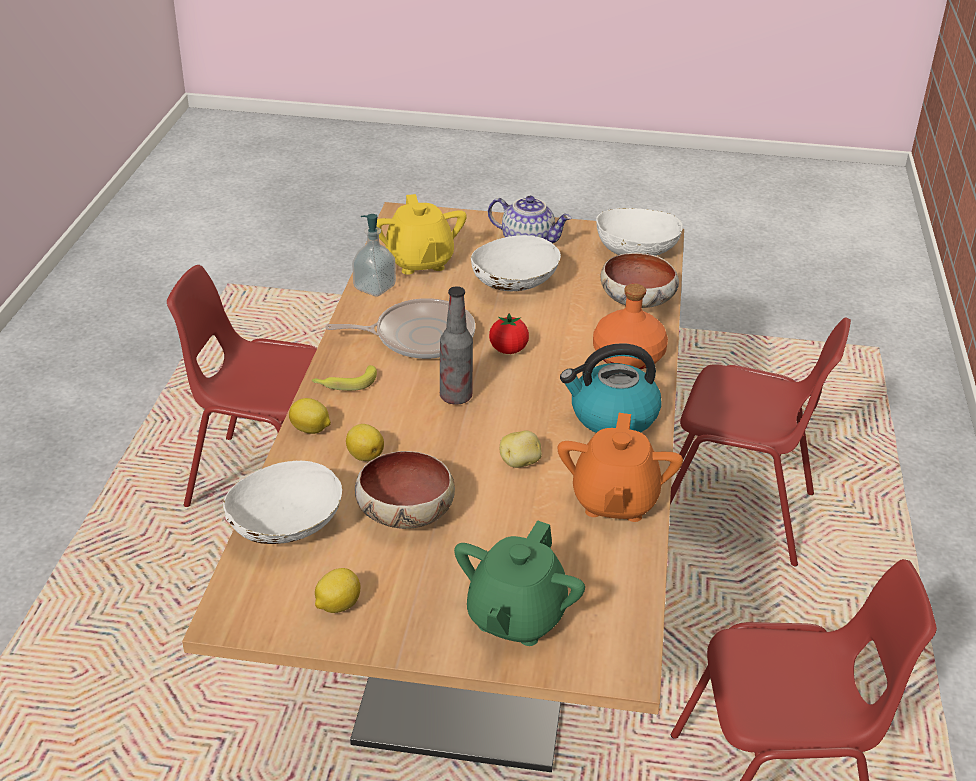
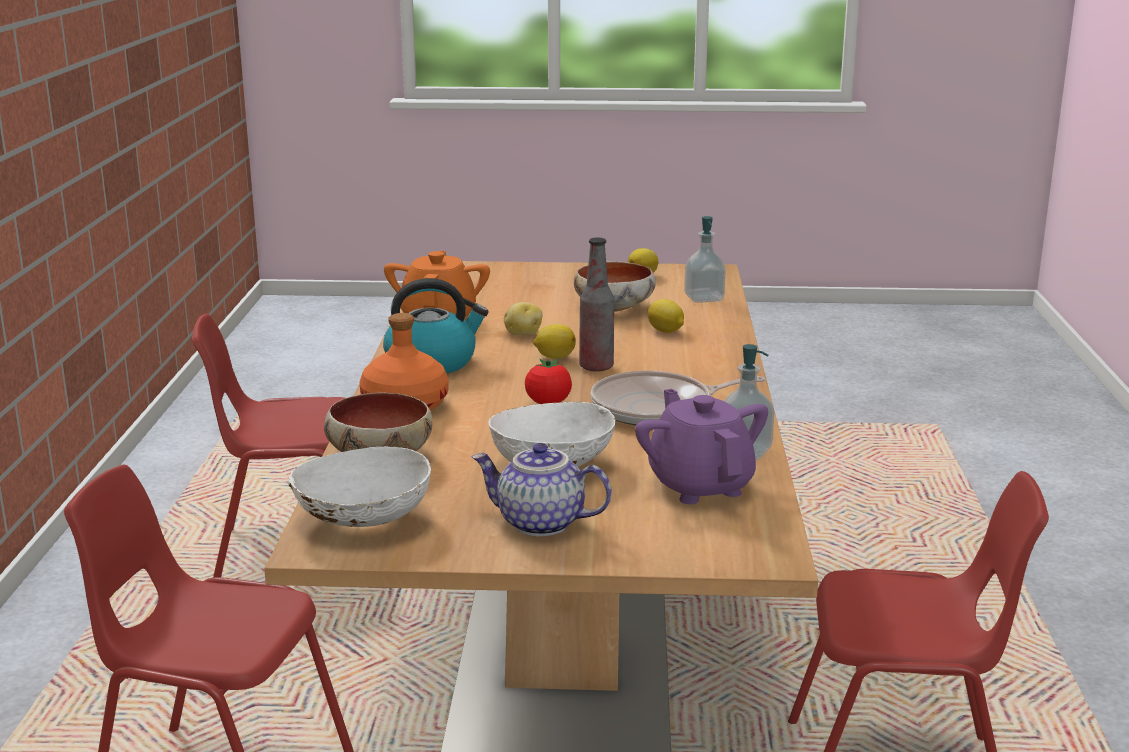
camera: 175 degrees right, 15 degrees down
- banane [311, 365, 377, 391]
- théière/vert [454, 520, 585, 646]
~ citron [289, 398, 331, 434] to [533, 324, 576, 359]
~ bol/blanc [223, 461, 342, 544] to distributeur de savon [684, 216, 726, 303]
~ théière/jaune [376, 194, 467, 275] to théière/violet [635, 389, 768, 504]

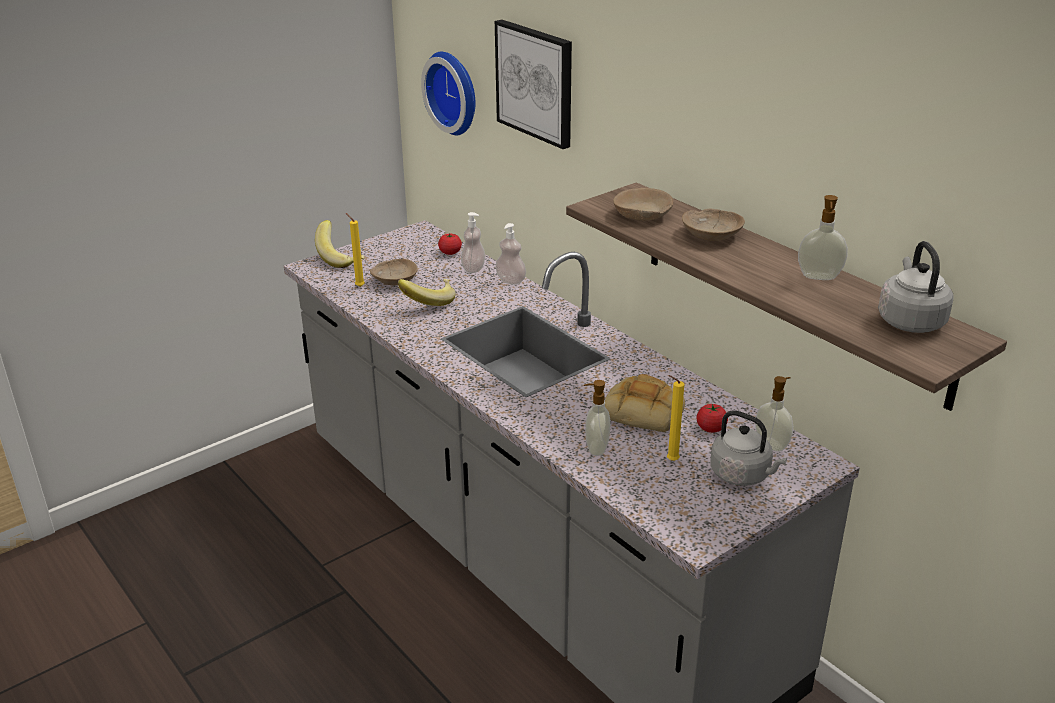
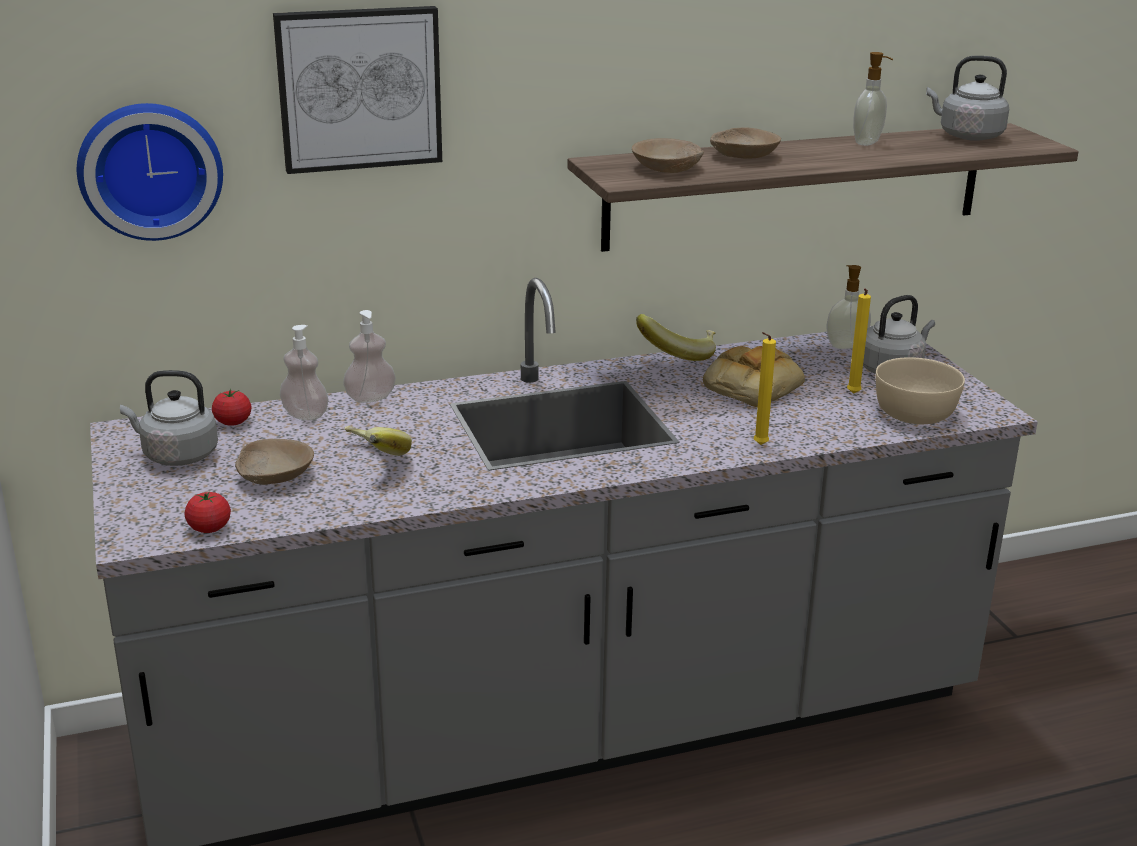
camera: 70 degrees left, 5 degrees down
- distributeur de savon [584, 380, 610, 456]
+ bouilloire/gris [120, 370, 218, 466]
+ bol/beige [876, 357, 965, 424]
~ banane [315, 220, 364, 268] to [636, 314, 716, 361]
~ bougie/jaune [346, 213, 365, 287] to [754, 332, 776, 445]
~ tomate [696, 404, 728, 433] to [185, 492, 231, 533]

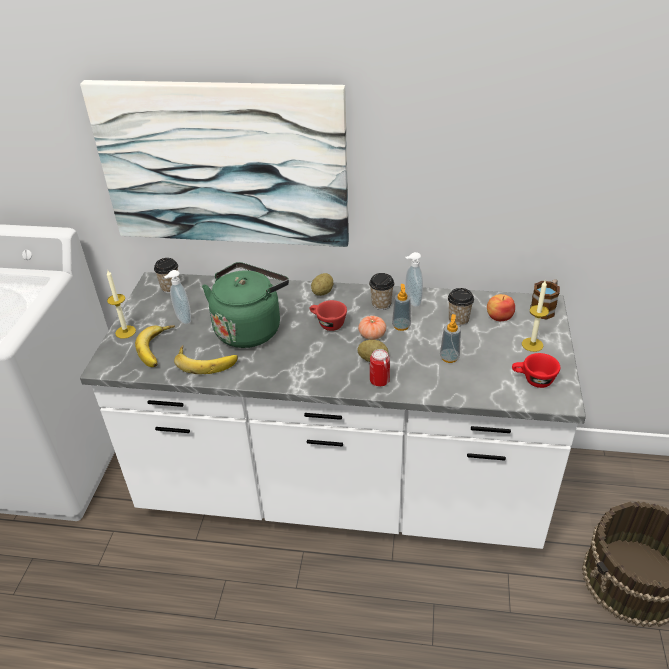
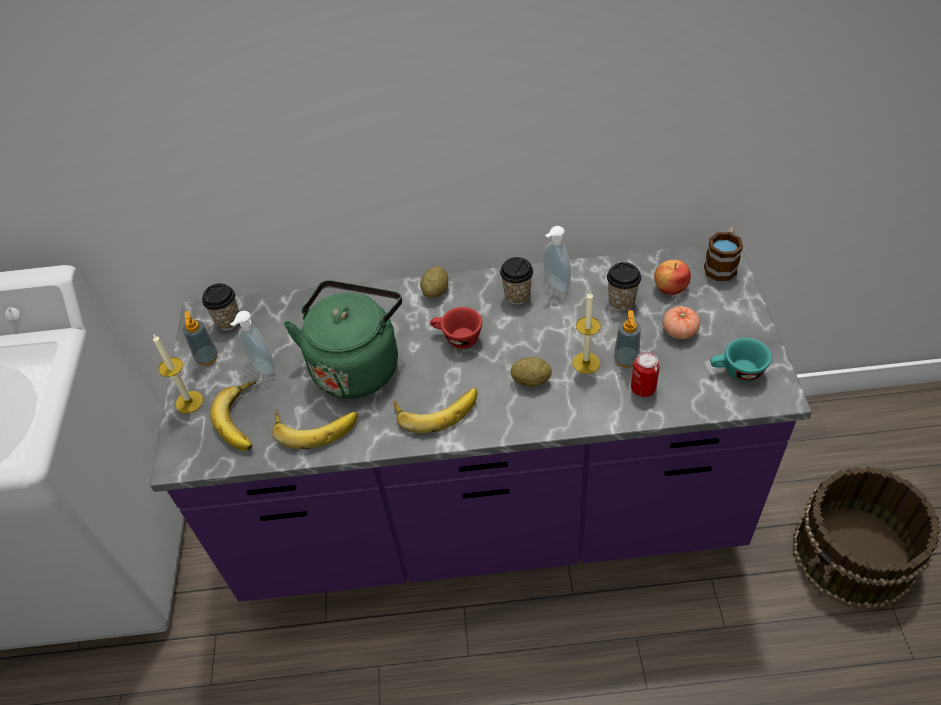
camera: 10 degrees left, 10 degrees up
- tableau [80, 80, 349, 247]
+ banane [393, 388, 478, 434]
~ tomate [358, 316, 386, 340] to [663, 306, 700, 339]
~ boîte métallique [370, 349, 390, 386] to [631, 352, 660, 397]
~ distributeur de savon [392, 284, 411, 331] to [183, 311, 218, 366]
~ bougie [522, 281, 549, 352] to [572, 292, 601, 374]
~ comptoir de cuisine/blanc [80, 272, 586, 549] to comptoir de cuisine/violet [150, 244, 812, 602]
~ tasse/rouge [512, 353, 560, 388] to tasse/turquoise [710, 338, 772, 382]

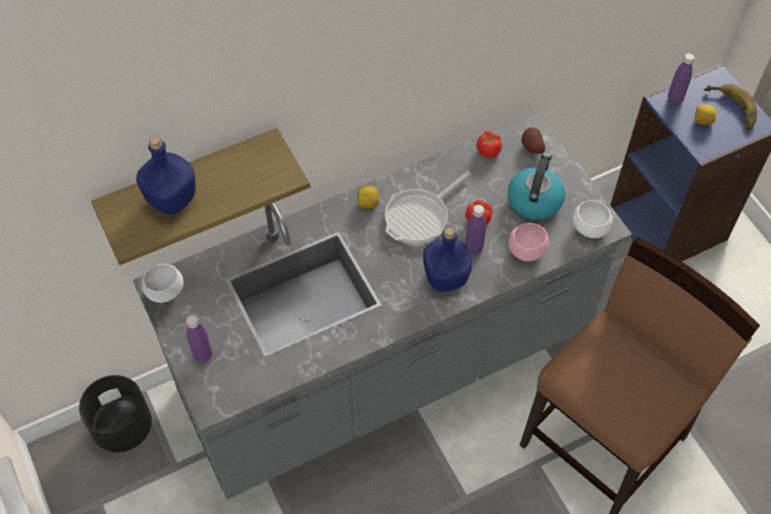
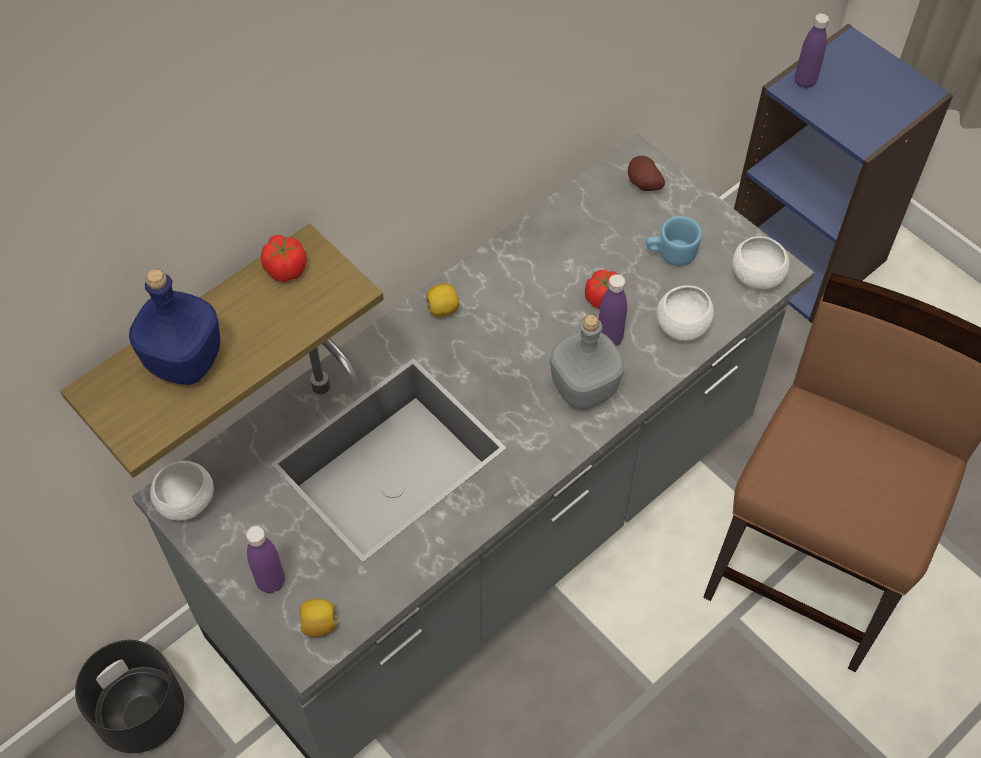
camera: 15 degrees left, 0 degrees up
- poêle [385, 171, 470, 244]
- banane [704, 84, 757, 131]
~ tomate [477, 131, 502, 158] to [261, 235, 307, 282]
~ citron [694, 104, 716, 125] to [299, 599, 338, 637]
~ bouilloire [508, 153, 565, 220] to mug/bleu [646, 216, 702, 266]
~ bouteille/bleu [423, 227, 472, 292] to bouteille/gris [550, 314, 624, 410]
~ bol/rose [508, 223, 549, 261] to bol/blanc [657, 285, 714, 341]

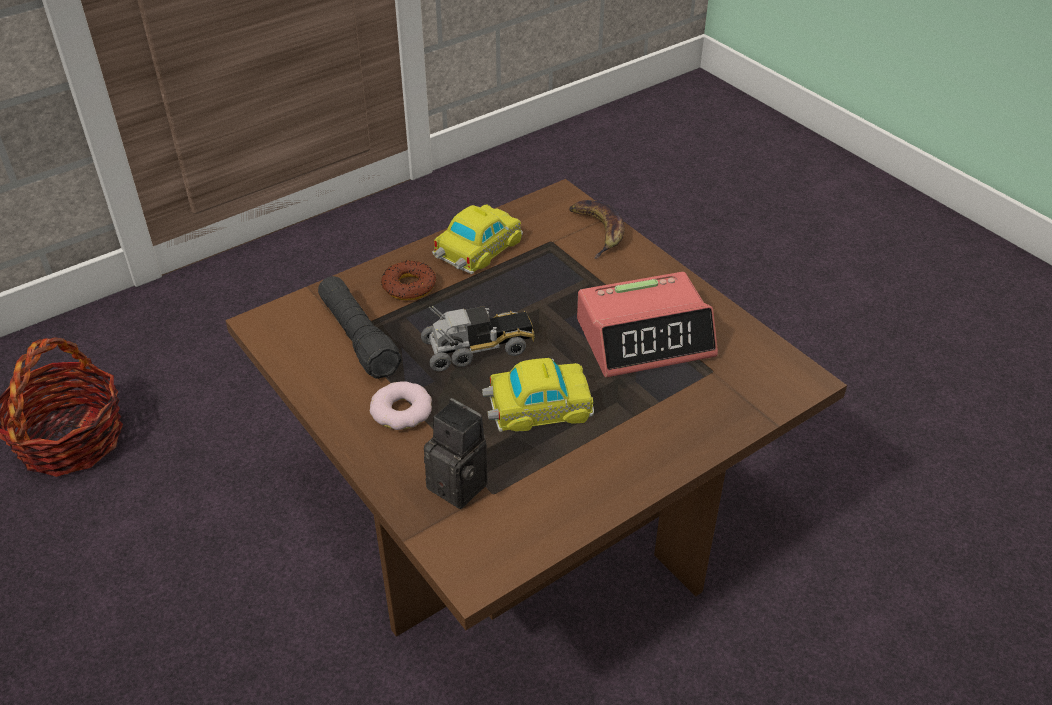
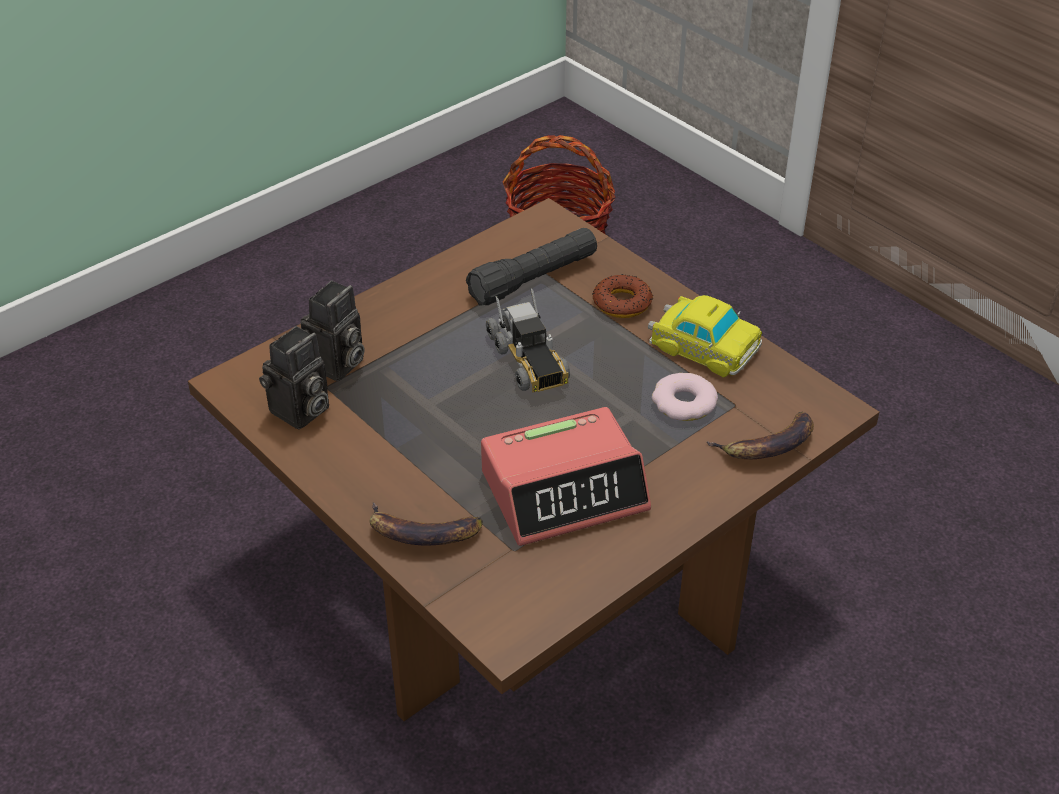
camera: 85 degrees right, 0 degrees up
- petite voiture [482, 358, 594, 432]
+ appareil photo [259, 326, 329, 429]
+ banane [369, 503, 483, 546]
~ beignet [370, 382, 432, 430] to [652, 373, 718, 421]
~ réveil [577, 272, 718, 378] = [481, 407, 651, 546] 90 degrees counterclockwise

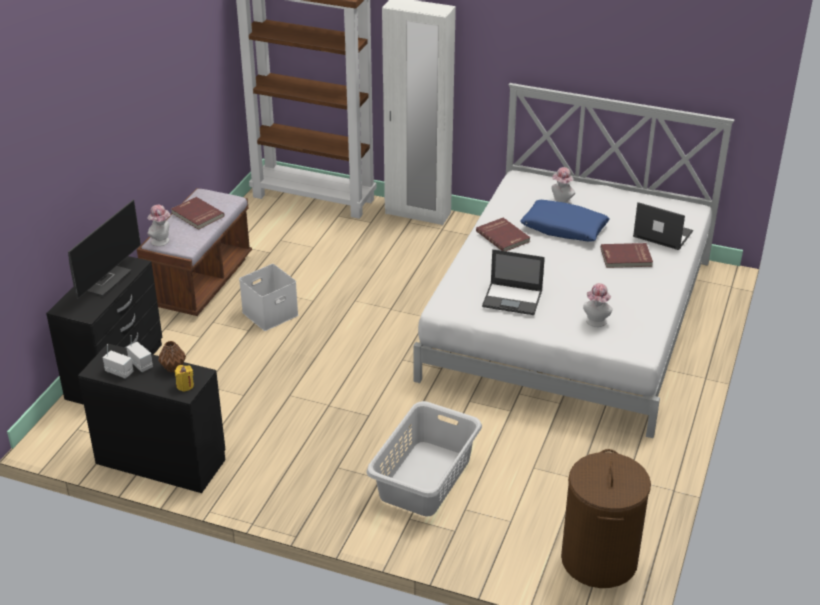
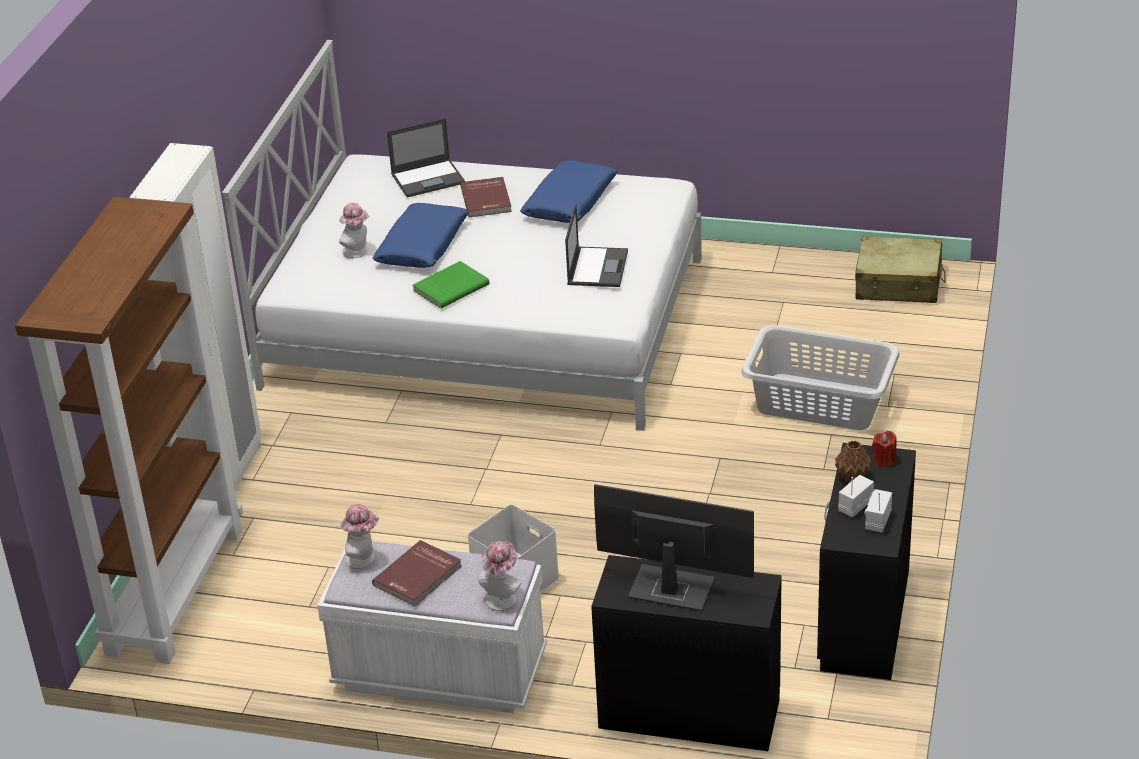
camera: 95 degrees left, 0 degrees up
+ coussin/bleu [520, 160, 618, 223]
~ chapeau [583, 283, 613, 327] to [341, 504, 379, 569]
~ panier à linge/marron [561, 449, 651, 588] to valise/beige [855, 236, 946, 303]
~ banc/marron [137, 188, 252, 316] to banc/blanc [317, 541, 547, 713]
~ bougie/jaune [175, 365, 194, 392] to bougie/rouge [872, 431, 897, 467]
~ livre/rouge [476, 218, 531, 251] to livre/vert [413, 261, 489, 309]
~ ordinateur portable [633, 202, 693, 250] = [387, 118, 465, 197] 135 degrees counterclockwise

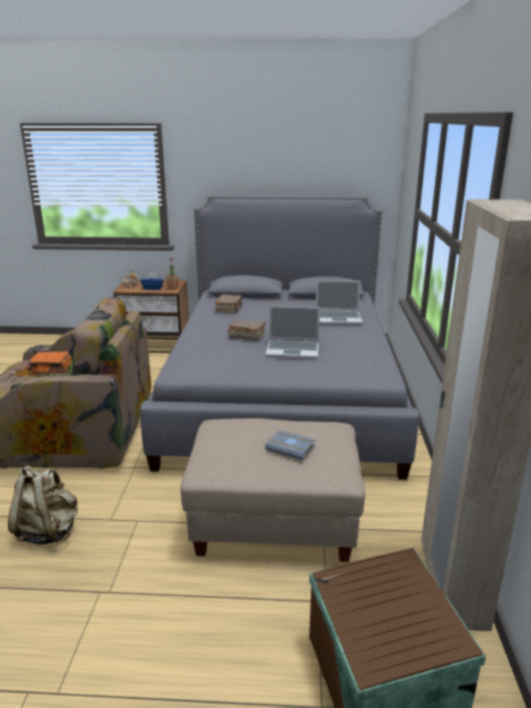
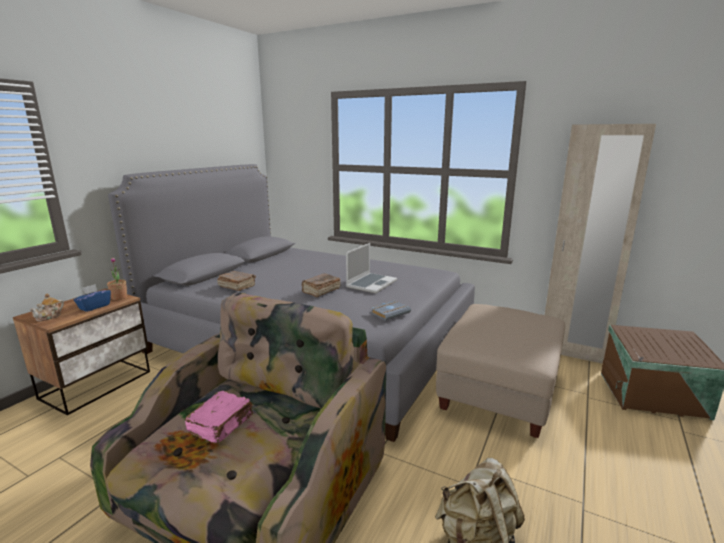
camera: 65 degrees left, 5 degrees down
- ordinateur portable [316, 281, 363, 325]
~ livre/gris [265, 430, 315, 460] to [370, 301, 411, 321]
~ livre/orange [28, 351, 71, 373] to livre/rose [185, 391, 253, 443]

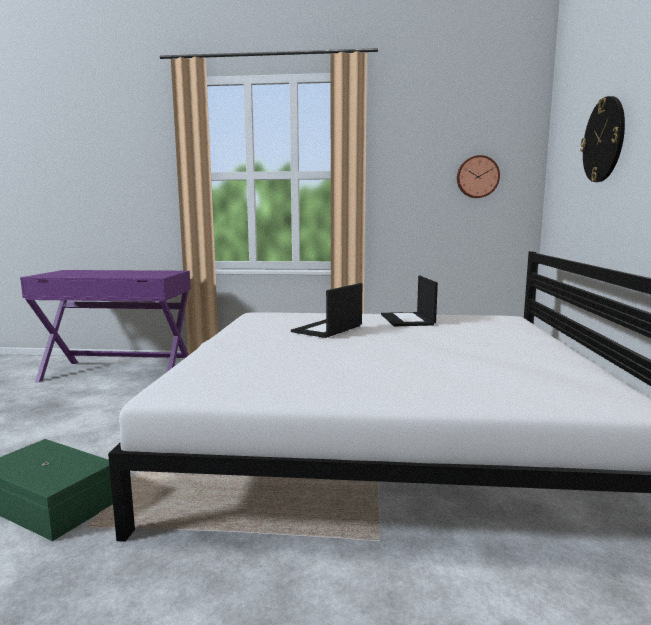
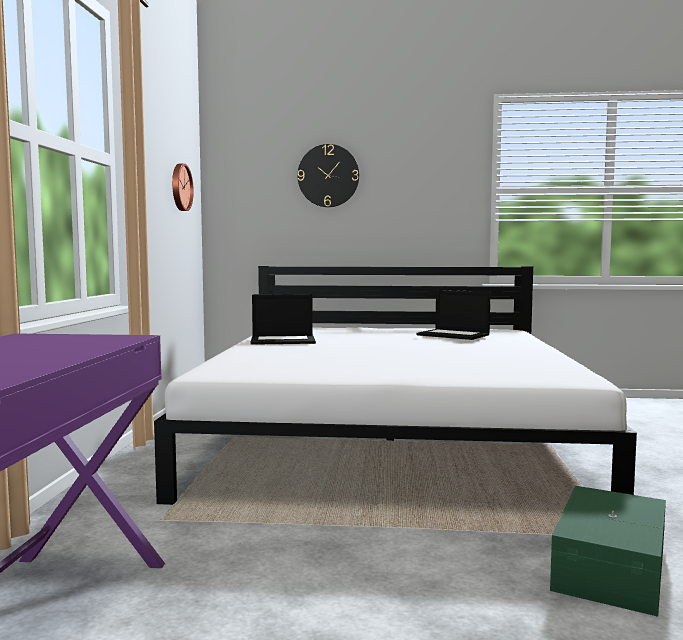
camera: 90 degrees left, 5 degrees down
~ ordinateur portable [291, 283, 362, 338] to [416, 290, 491, 340]

